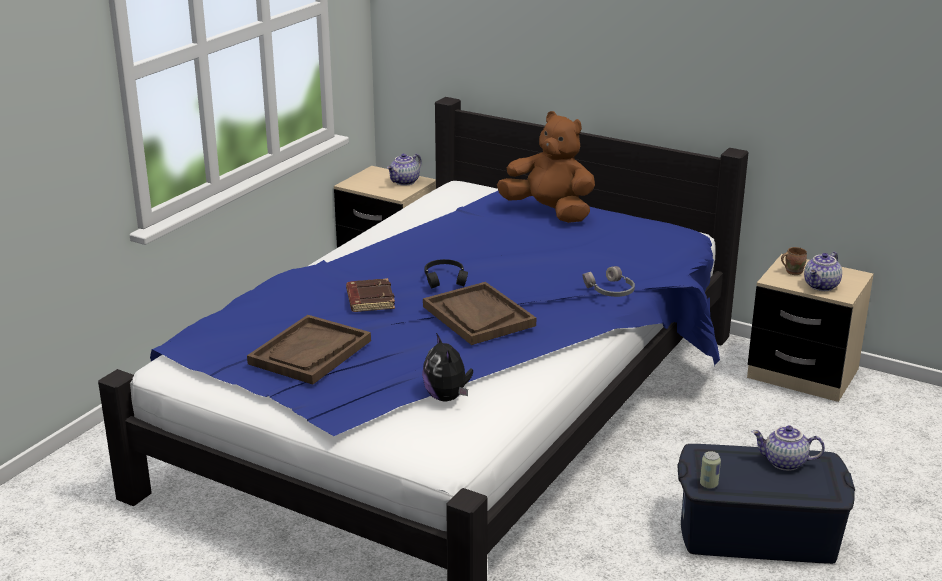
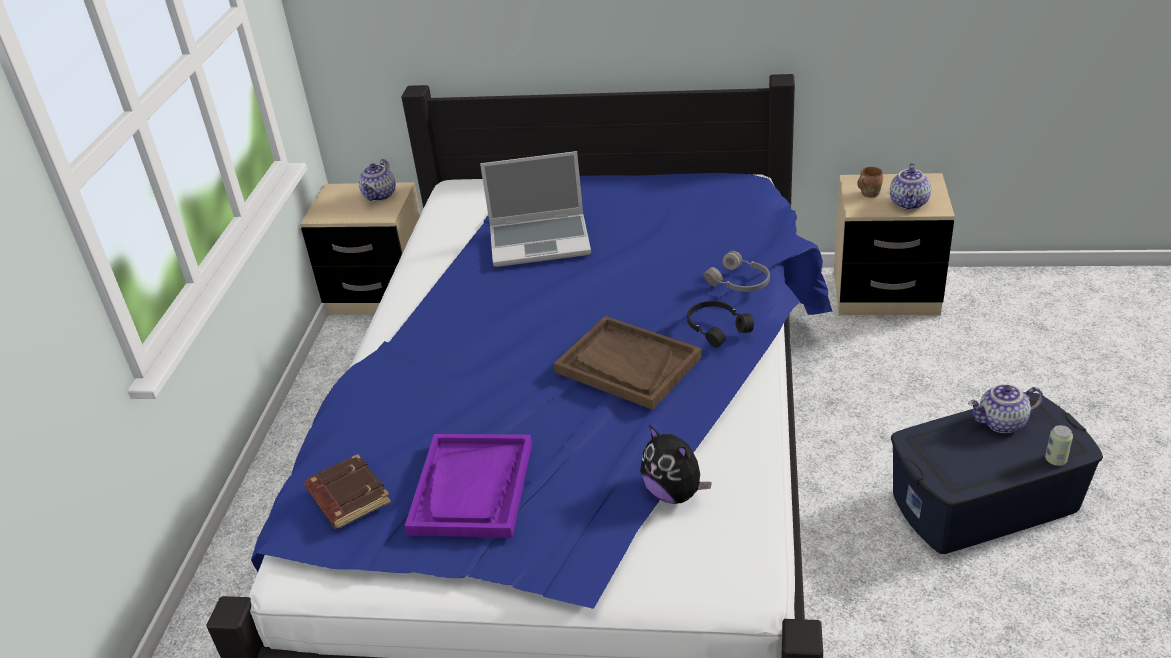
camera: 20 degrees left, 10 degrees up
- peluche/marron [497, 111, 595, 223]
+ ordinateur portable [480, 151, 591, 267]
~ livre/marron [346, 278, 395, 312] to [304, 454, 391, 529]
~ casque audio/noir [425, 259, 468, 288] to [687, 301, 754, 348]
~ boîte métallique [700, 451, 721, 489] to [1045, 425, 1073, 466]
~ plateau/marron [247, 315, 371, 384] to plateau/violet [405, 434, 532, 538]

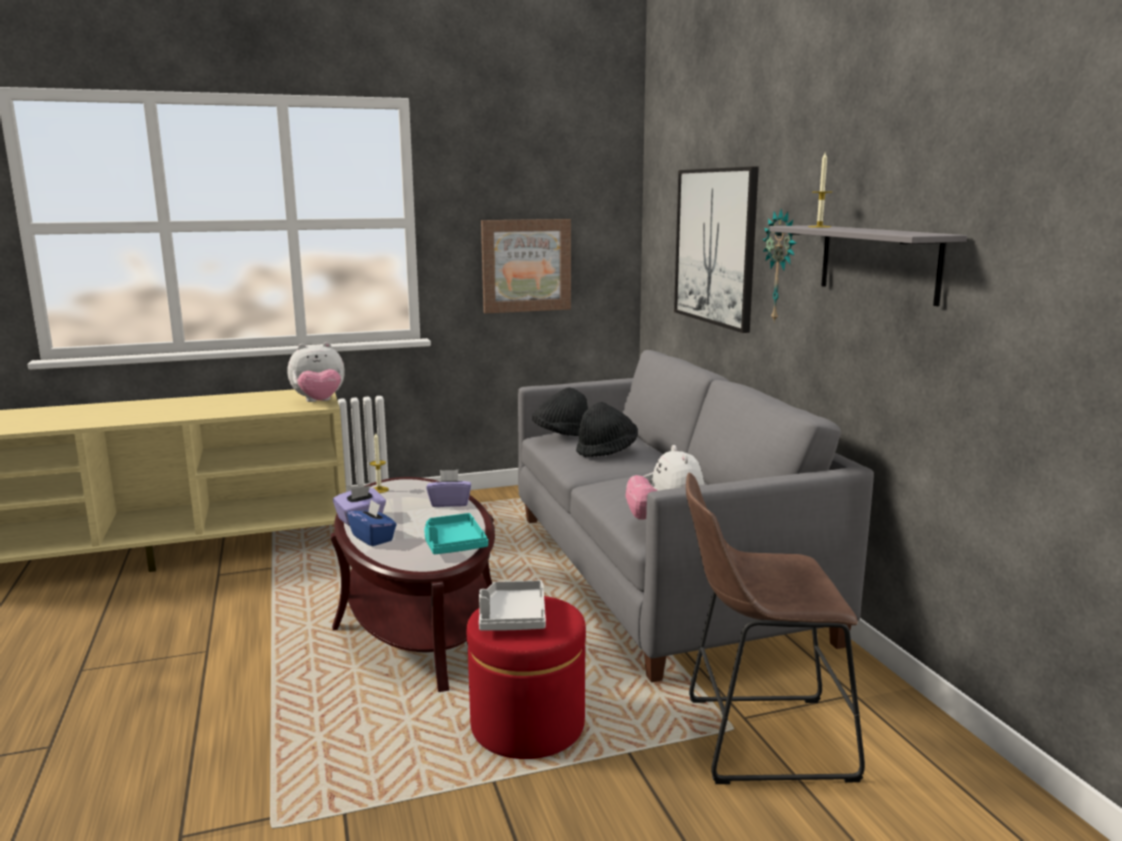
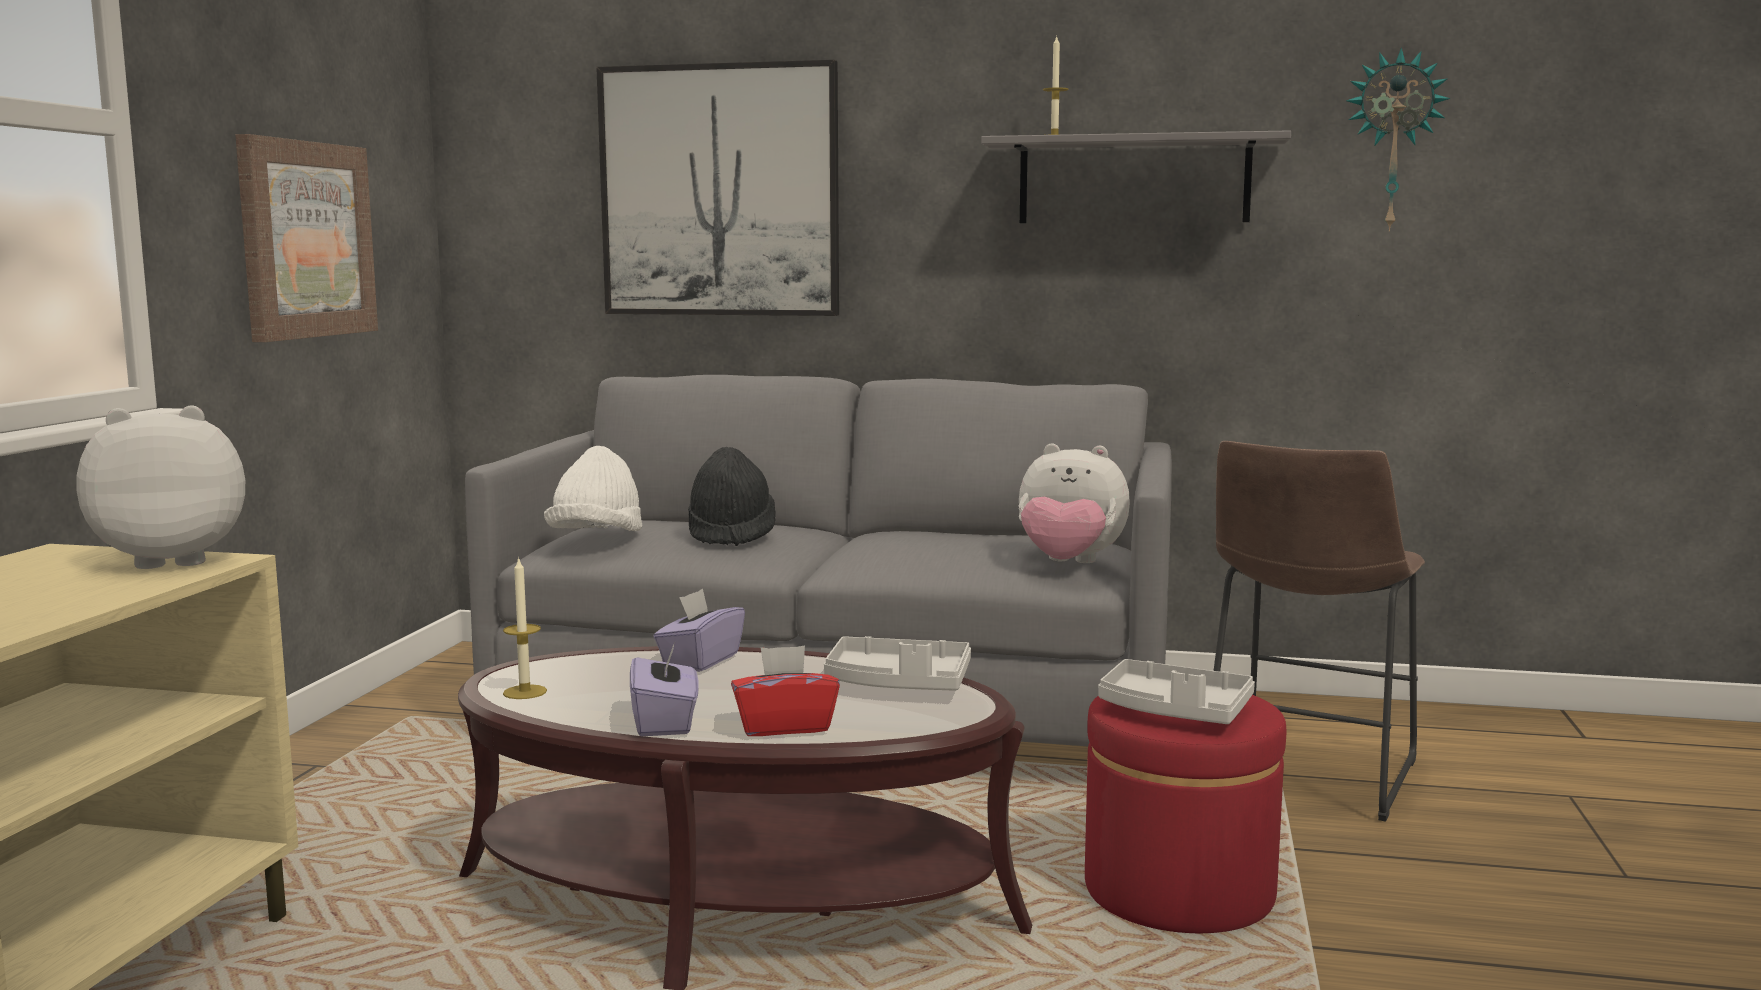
camera: 60 degrees left, 5 degrees down
~ horloge murale [763, 209, 796, 321] to [1346, 47, 1450, 231]
~ boîte à mouchoirs/bleu [347, 500, 397, 546] to boîte à mouchoirs/rouge [731, 645, 840, 736]
~ plateau/turquoise [424, 513, 488, 554] to plateau/gris [824, 636, 971, 691]
~ chapeau/noir [532, 387, 588, 436] to chapeau/blanc [544, 446, 642, 531]
~ peluche [287, 342, 345, 402] = [77, 406, 245, 569] 120 degrees counterclockwise

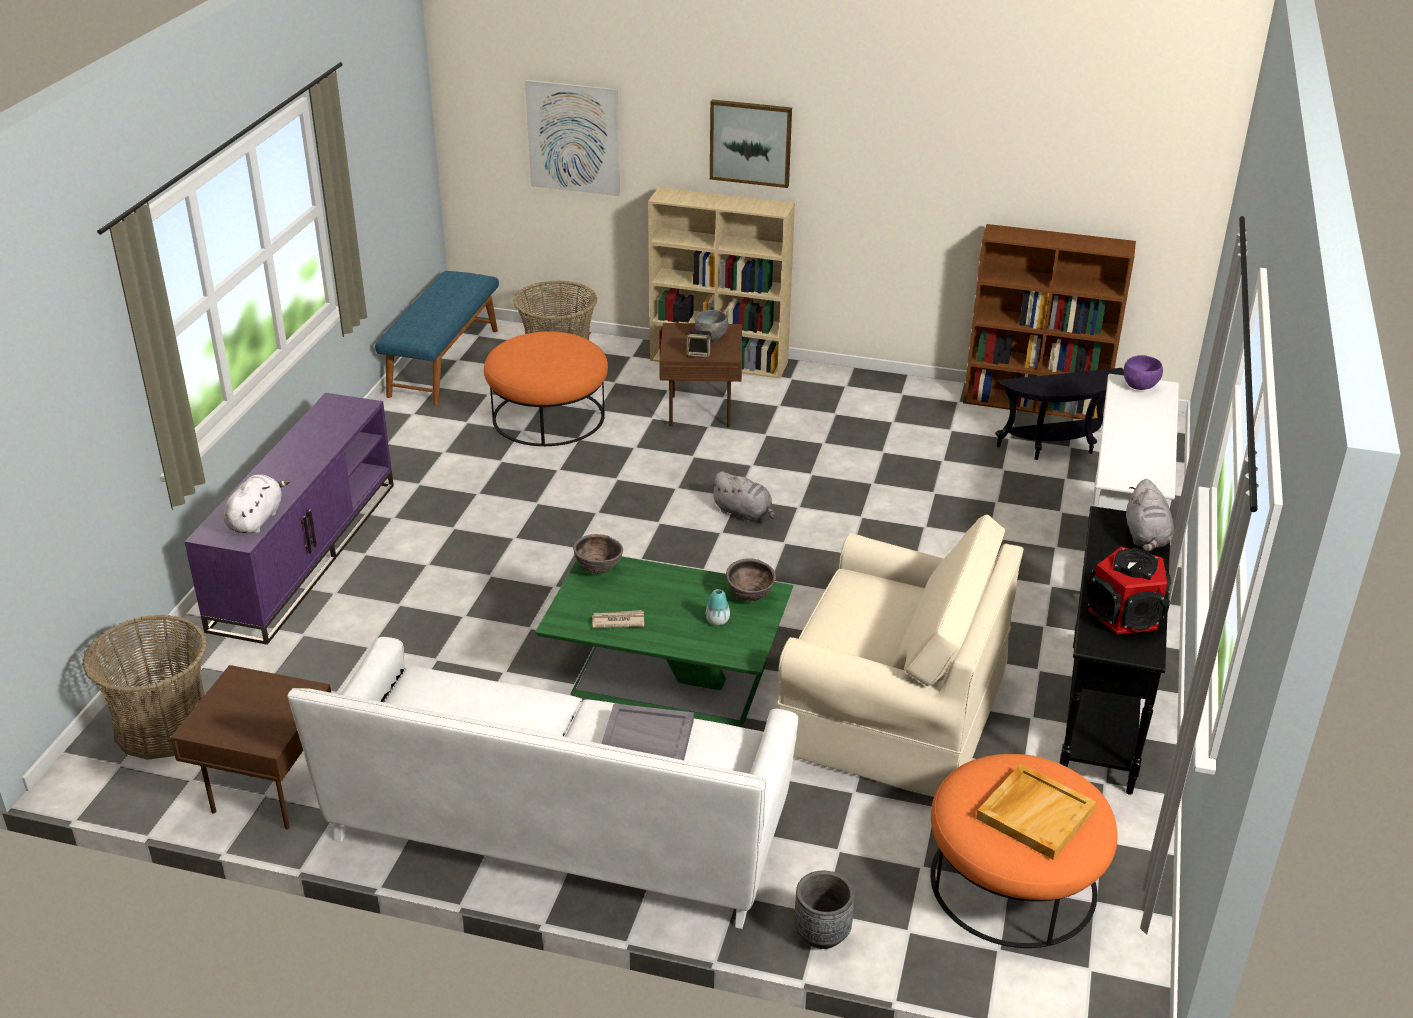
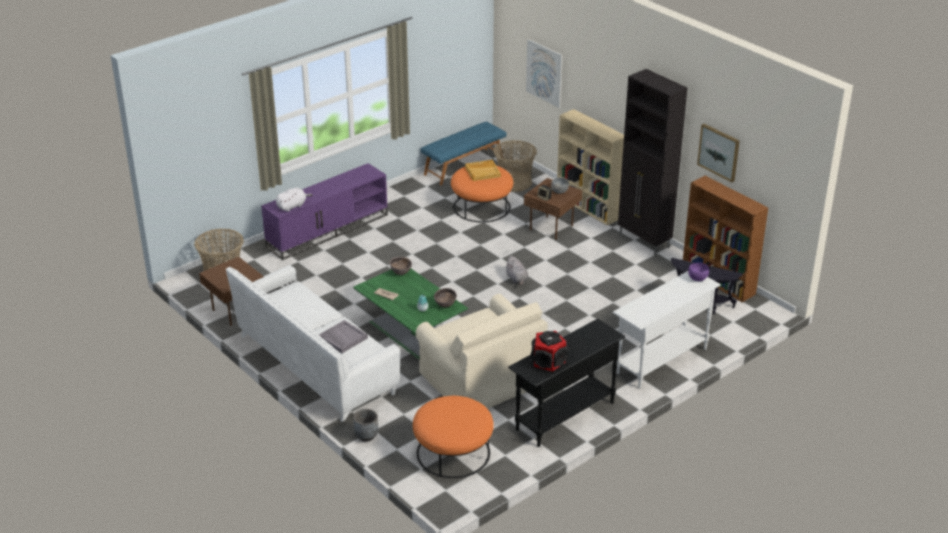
camera: 35 degrees right, 0 degrees up
- peluche/gris [1126, 479, 1174, 551]
+ meuble de rangement/noir [618, 69, 687, 255]
~ tableau [710, 100, 792, 188] to [697, 124, 740, 182]
~ plateau/beige [976, 764, 1097, 860] to [465, 160, 501, 181]

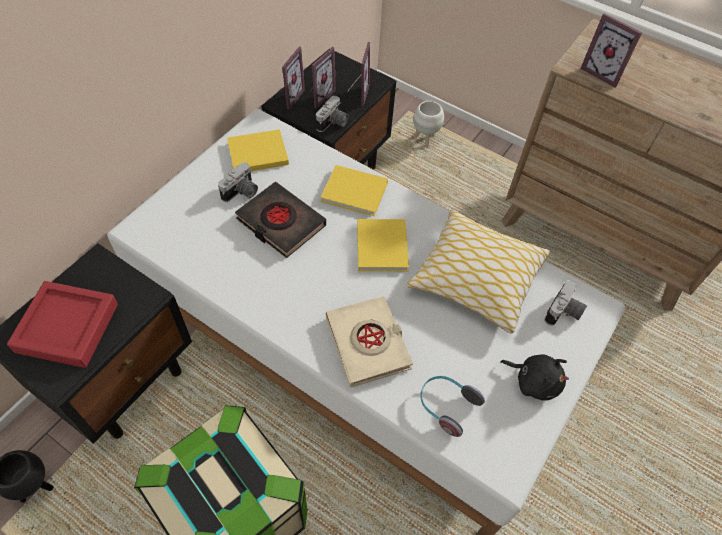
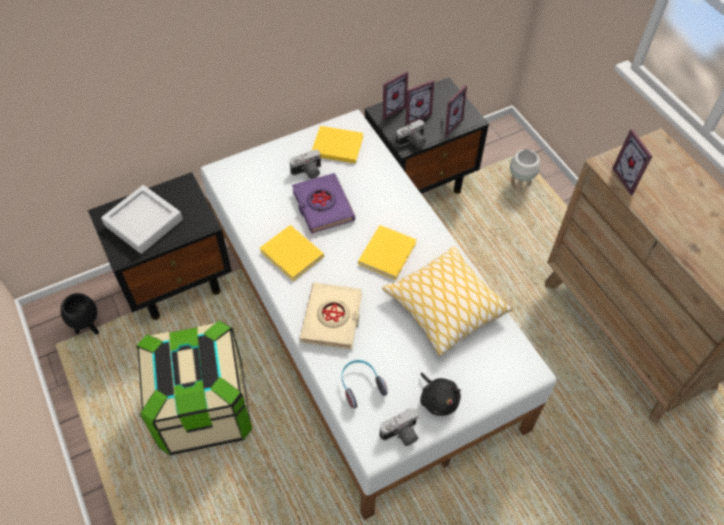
camera: 30 degrees right, 0 degrees up
~ livre/jaune [321, 165, 388, 216] to [260, 225, 324, 281]
~ appareil photo [544, 280, 587, 326] to [380, 408, 419, 446]
~ plateau/rouge [7, 281, 118, 368] to plateau/gris [101, 185, 183, 254]
~ livre/noir [235, 182, 326, 258] to livre/violet [292, 173, 355, 233]

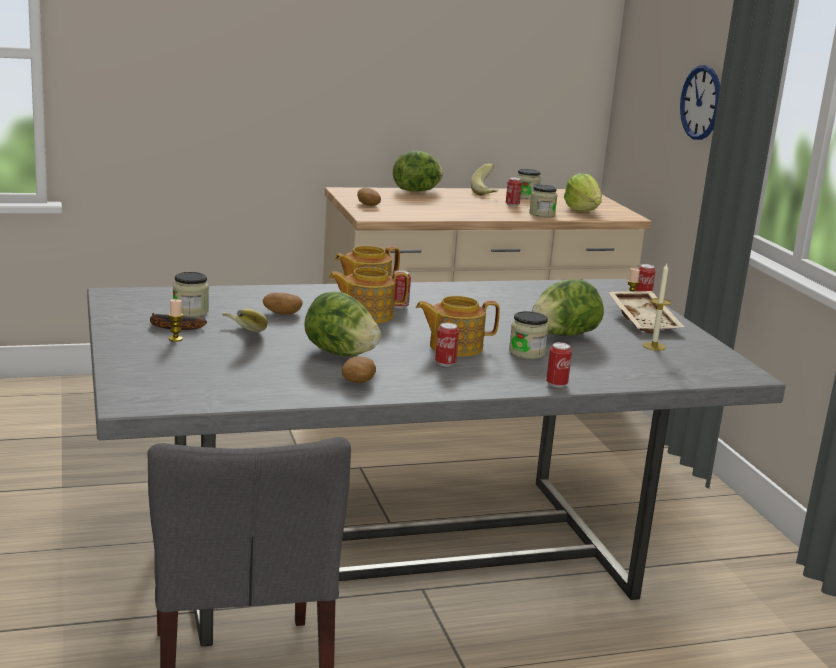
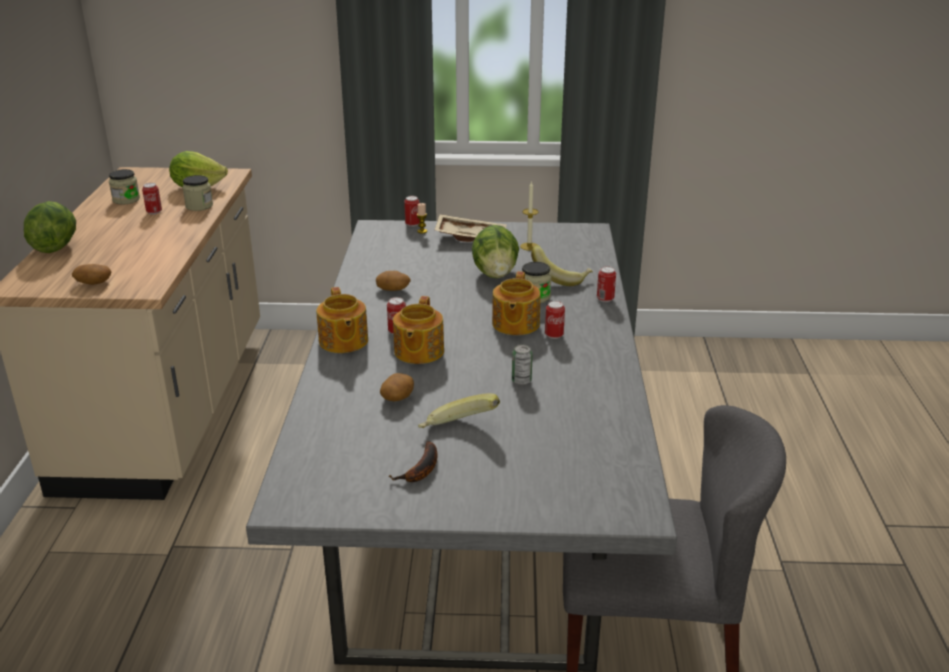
camera: 70 degrees left, 10 degrees up
- bougie [169, 299, 183, 342]
- bocal [173, 272, 209, 317]
- horloge murale [680, 65, 720, 140]
~ pomme de terre [342, 356, 376, 383] to [376, 271, 411, 291]
~ banane [471, 164, 498, 196] to [531, 245, 593, 286]
~ laitue [304, 292, 381, 356] to boîte métallique [512, 344, 533, 385]

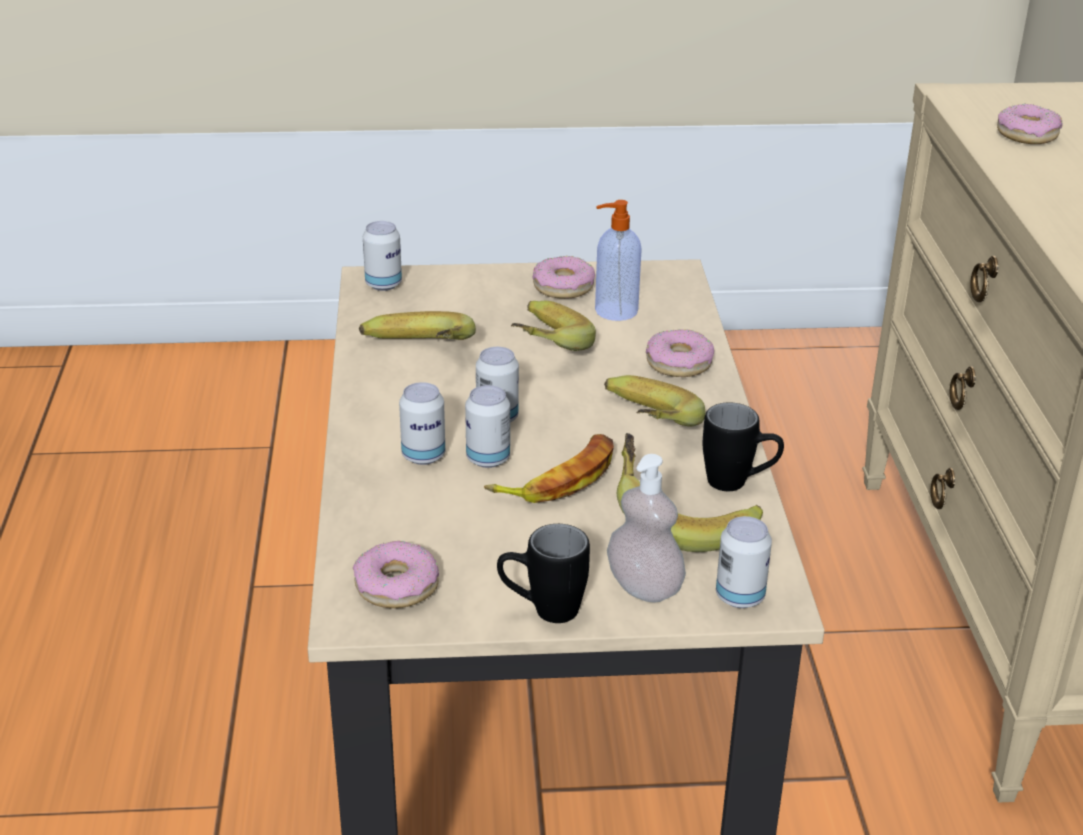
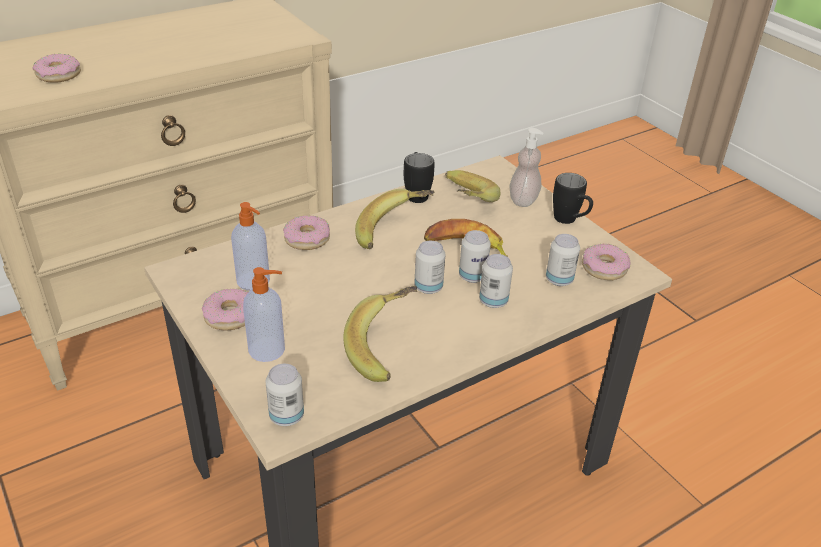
camera: 120 degrees left, 5 degrees up
- banane [511, 301, 596, 351]
+ distributeur de savon [243, 267, 285, 362]
~ boîte métallique [716, 516, 772, 608] to [546, 234, 580, 286]

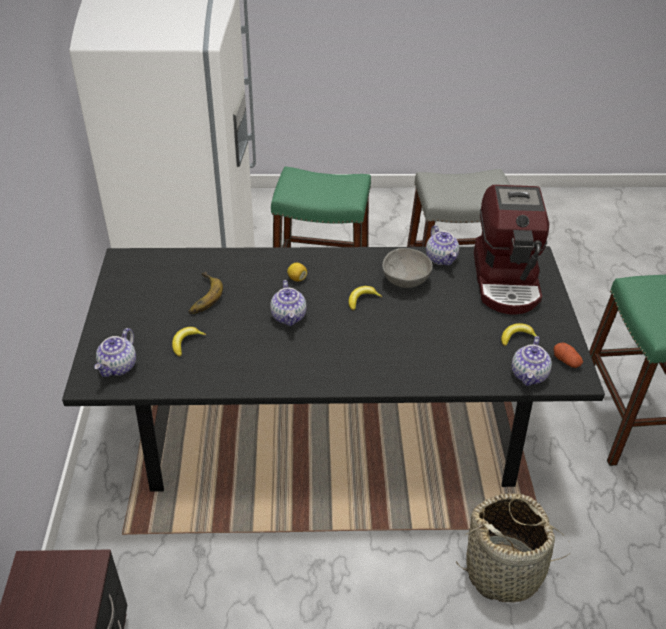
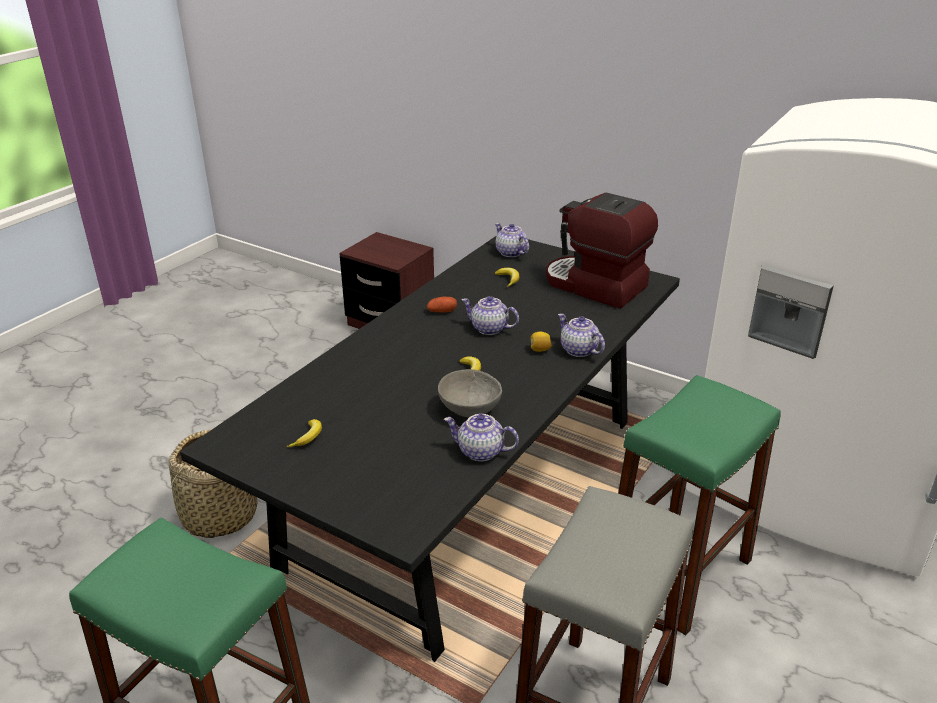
camera: 125 degrees right, 10 degrees down
- banane [189, 272, 223, 314]
~ machine à café [474, 185, 549, 315] to [546, 193, 658, 309]
~ théière [512, 336, 552, 386] to [558, 314, 605, 357]
~ pomme de terre [554, 342, 583, 368] to [427, 297, 457, 312]

